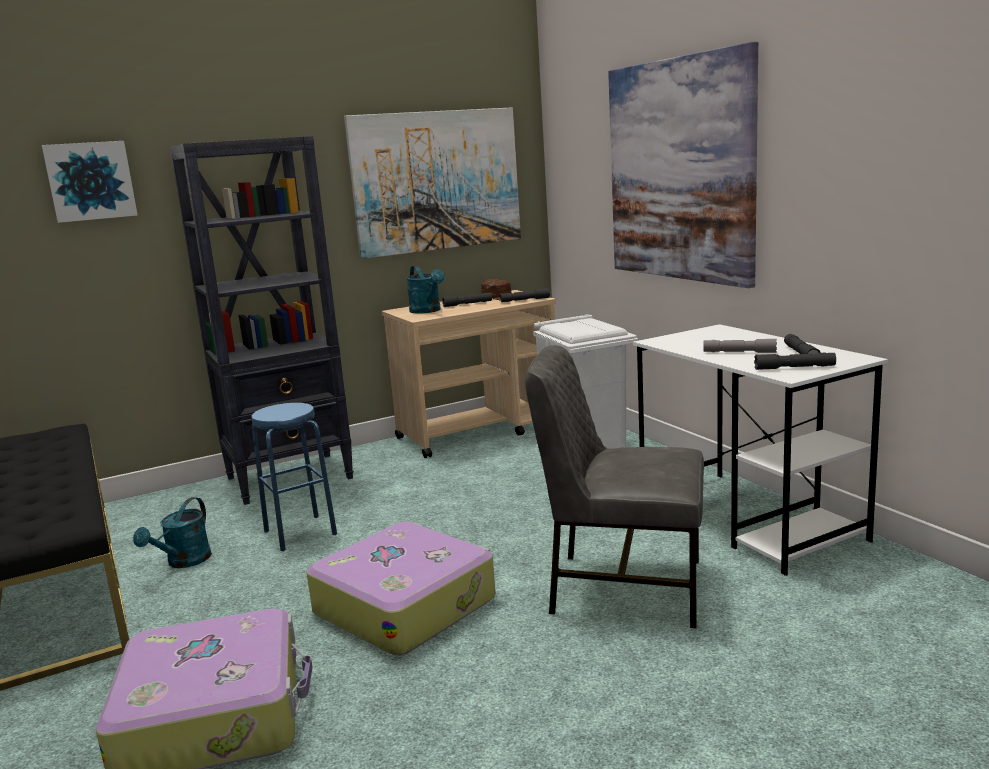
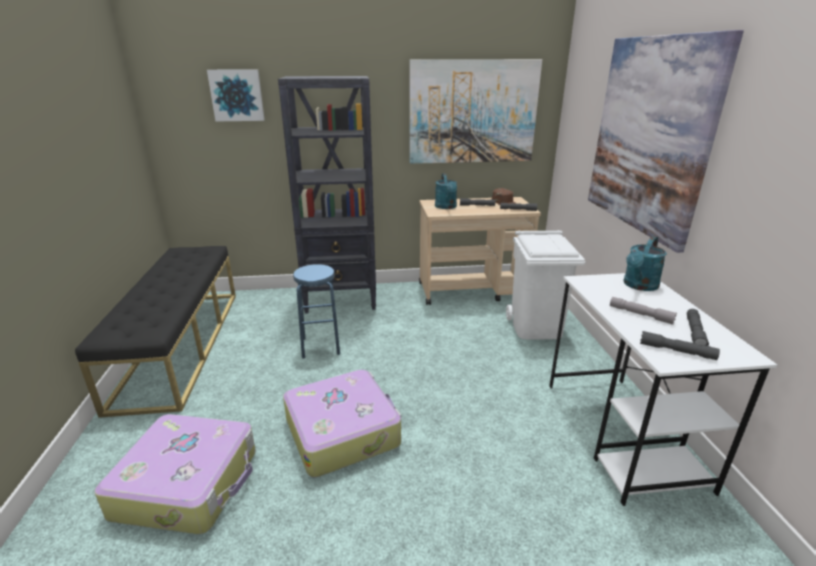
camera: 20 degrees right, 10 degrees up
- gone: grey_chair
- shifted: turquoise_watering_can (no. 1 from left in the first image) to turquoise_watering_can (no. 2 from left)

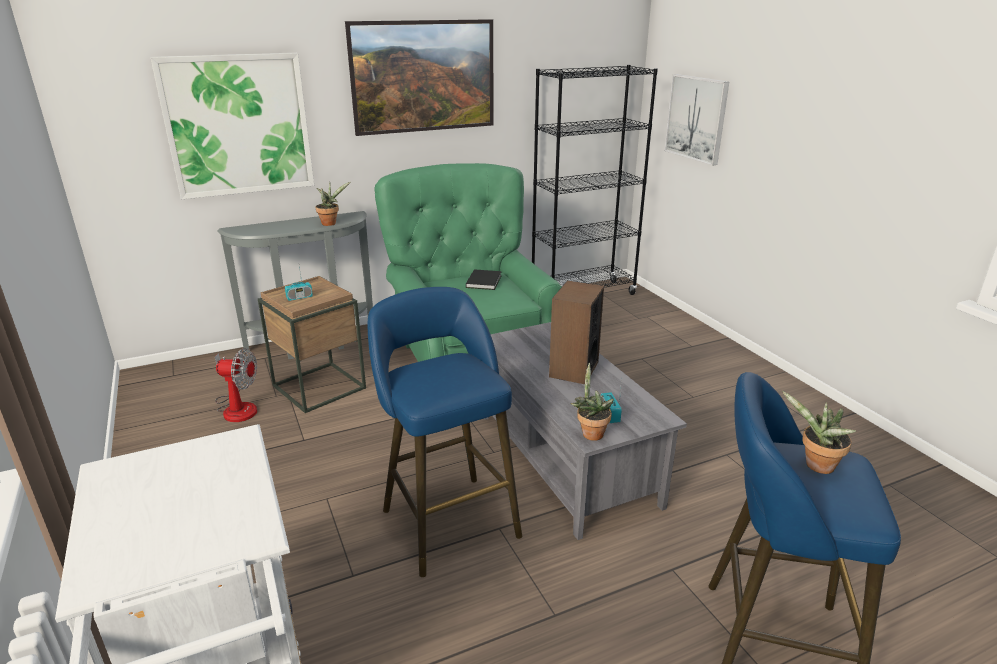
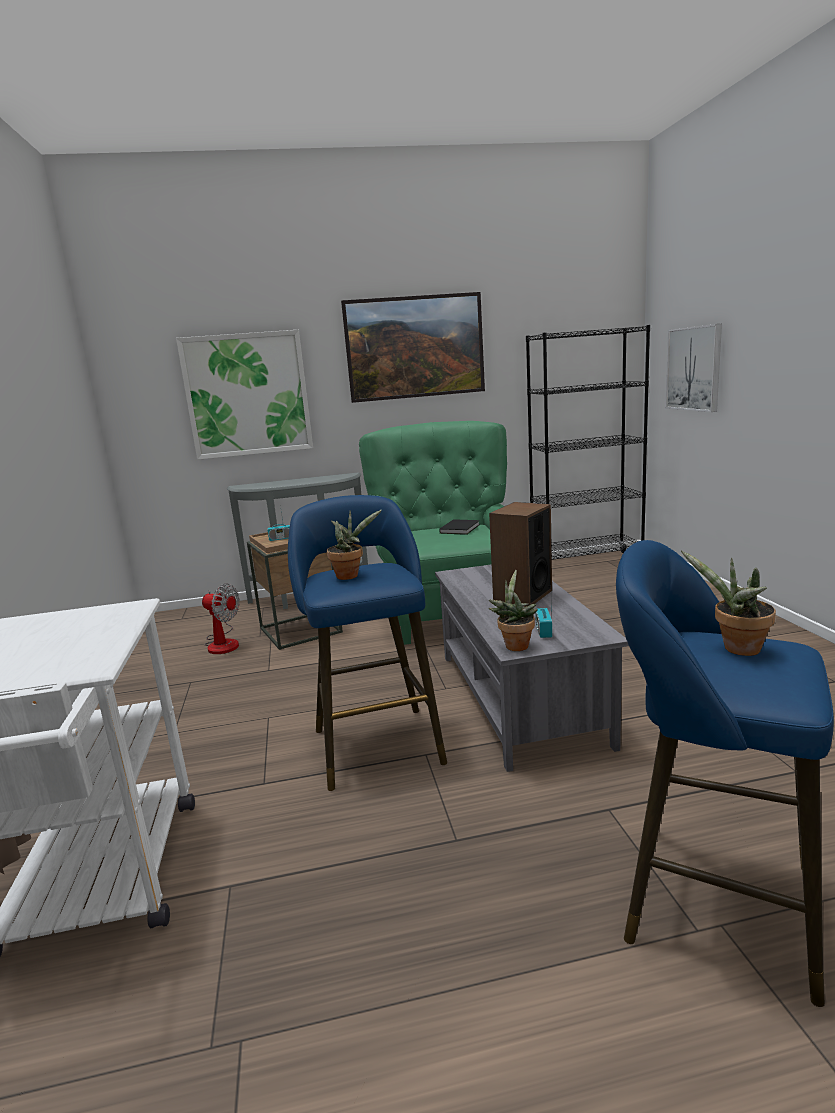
camera: 15 degrees right, 10 degrees down
- shifted: potted_plant (no. 1 from left)

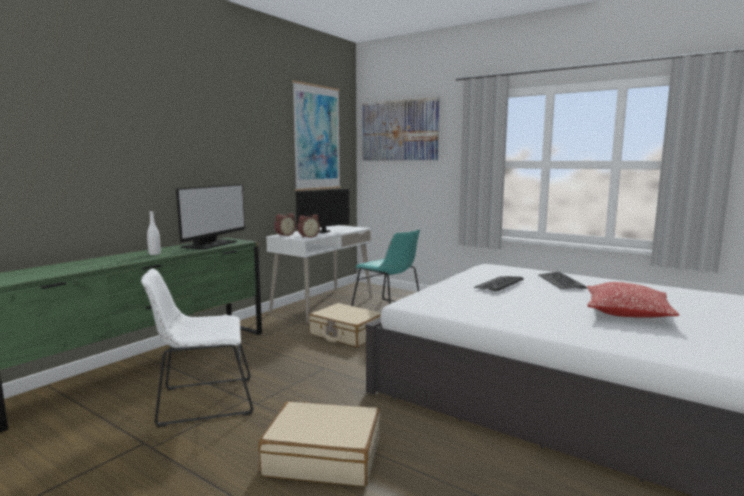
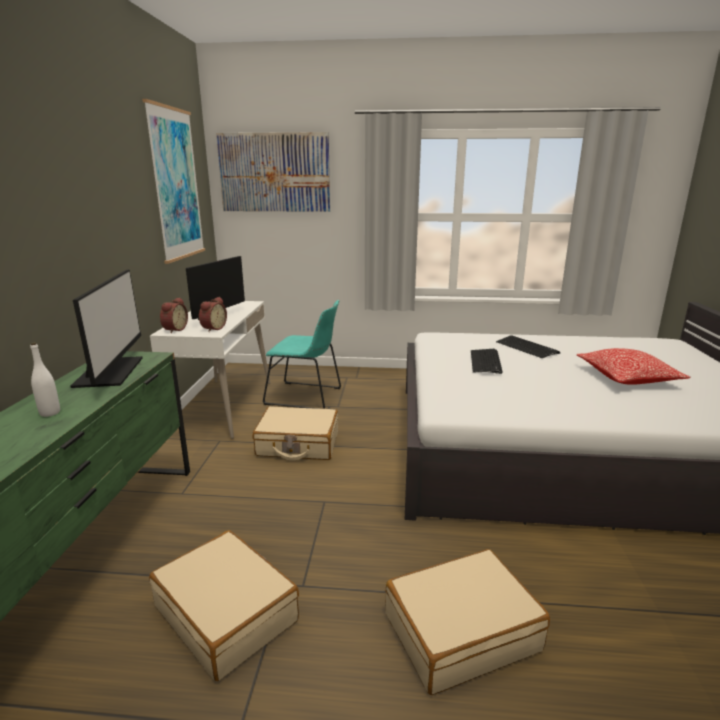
camera: 30 degrees left, 10 degrees up
- swapped: white_chair to beige_suitcase (no. 1 from left)

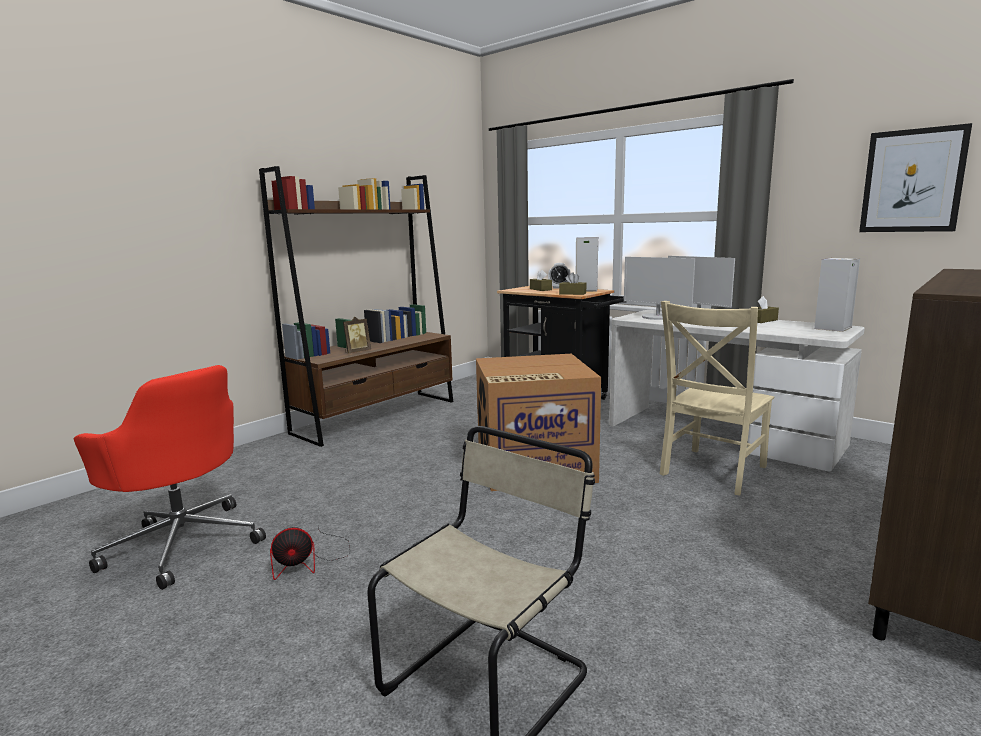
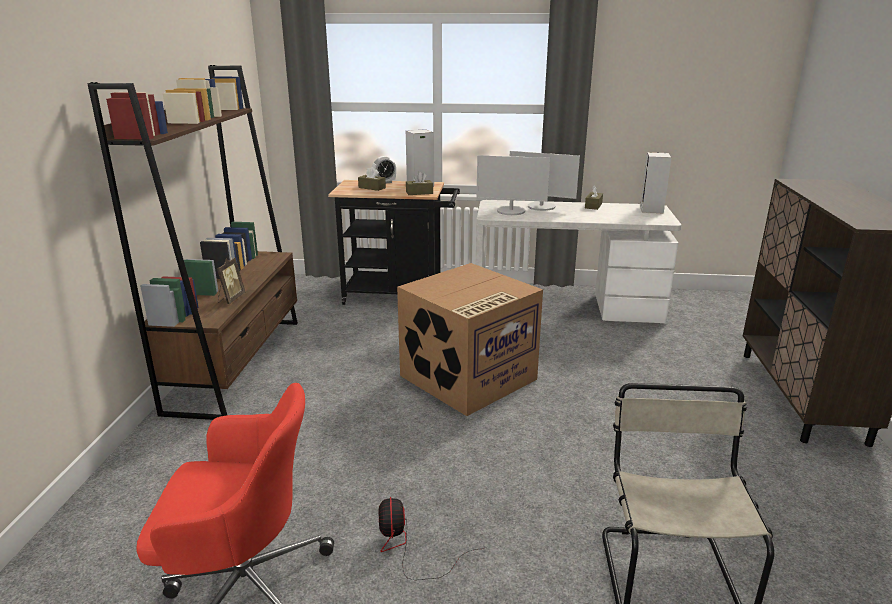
camera: 35 degrees left, 10 degrees up
- gone: picture
- gone: beige_chair (no. 2 from left)
- rotated: fan 135 degrees clockwise

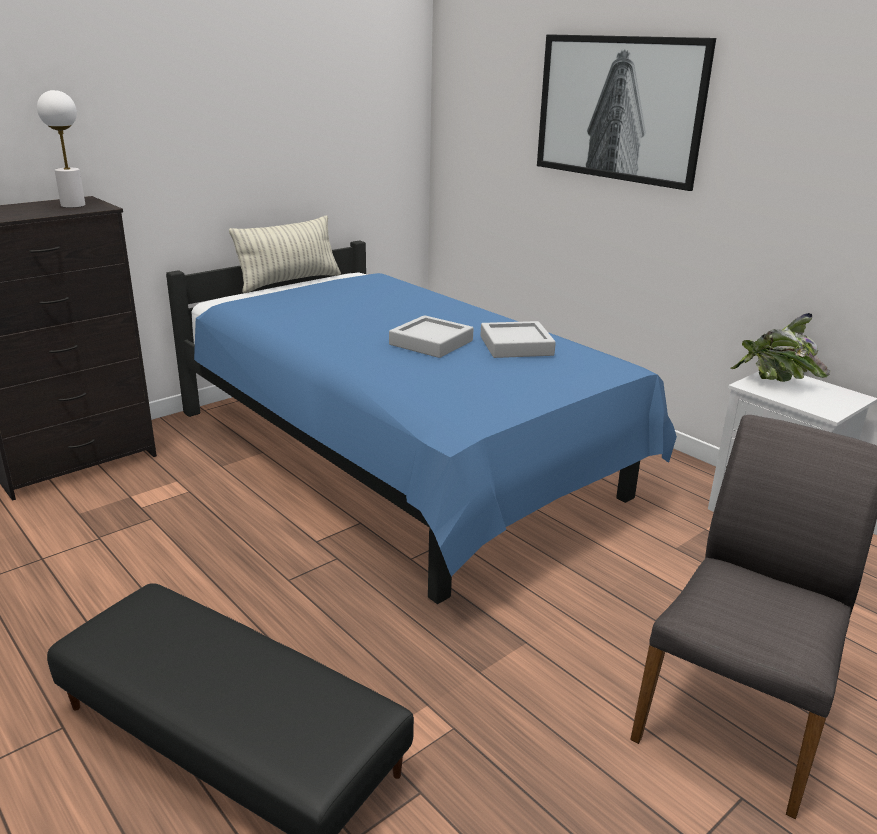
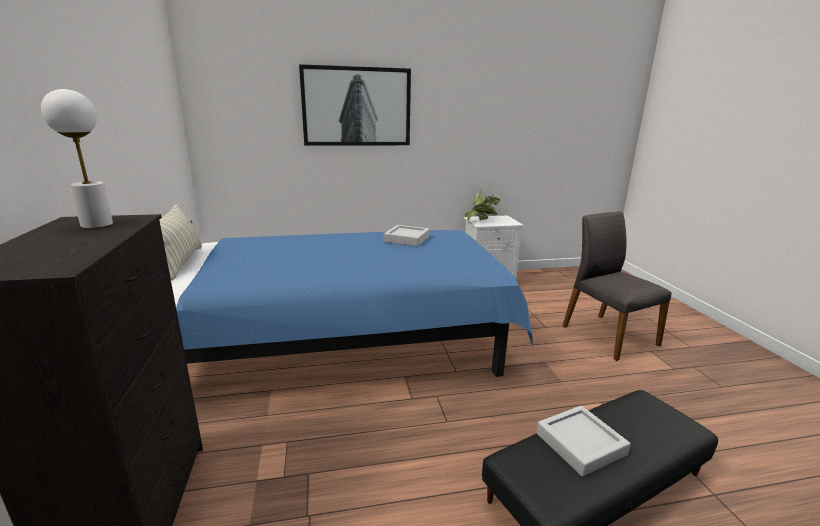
camera: 60 degrees left, 5 degrees down
- shifted: grey_tray (no. 1 from left in the first image) to grey_tray (no. 2 from left)

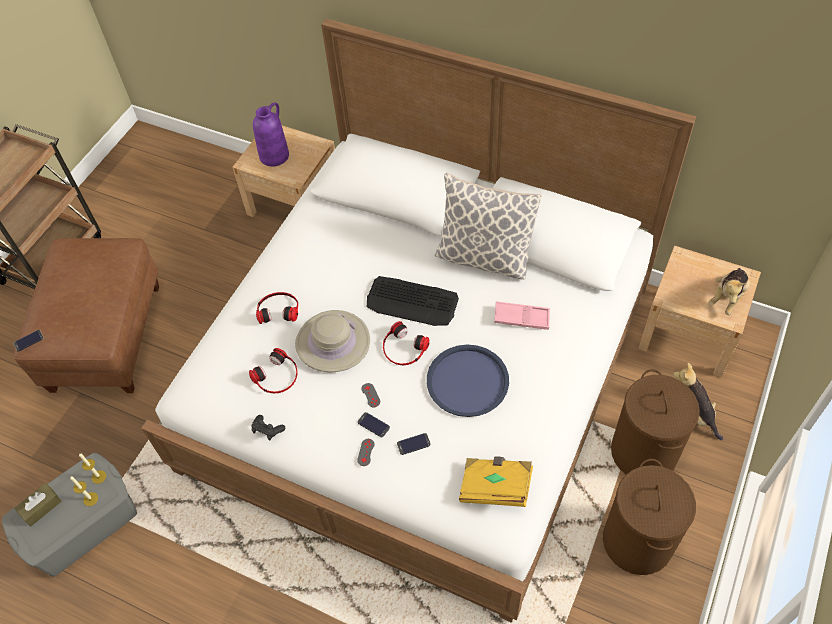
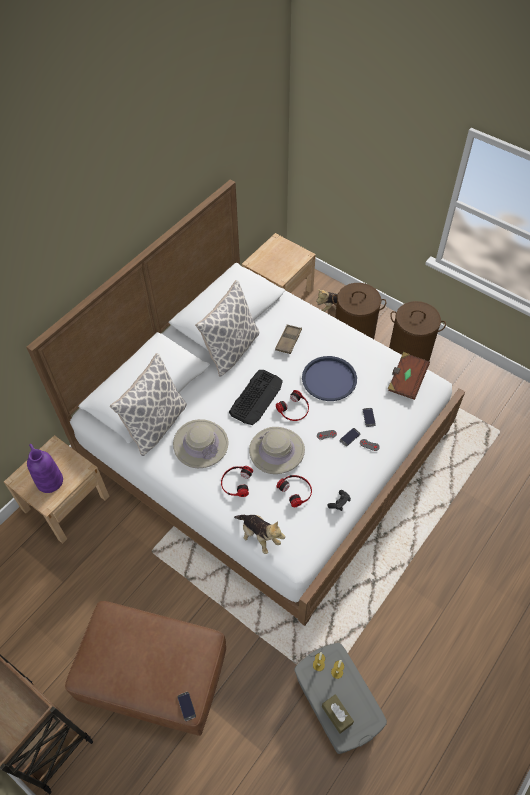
camera: 80 degrees left, 0 degrees up
- shifted: plush_toy (no. 2 from left in the first image) to plush_toy (no. 1 from left)
- repainted: pink_tray to brown_tray
- repainted: yellow_book to brown_book
- new: pillow (no. 1 from left)
- new: beige_hat (no. 1 from left)

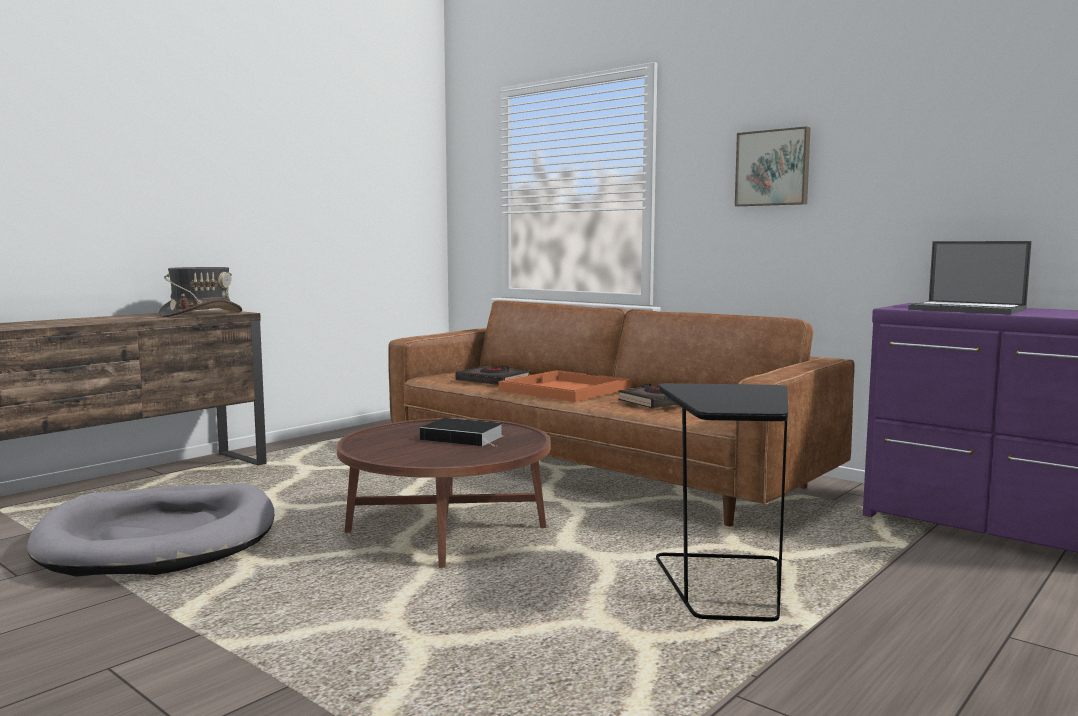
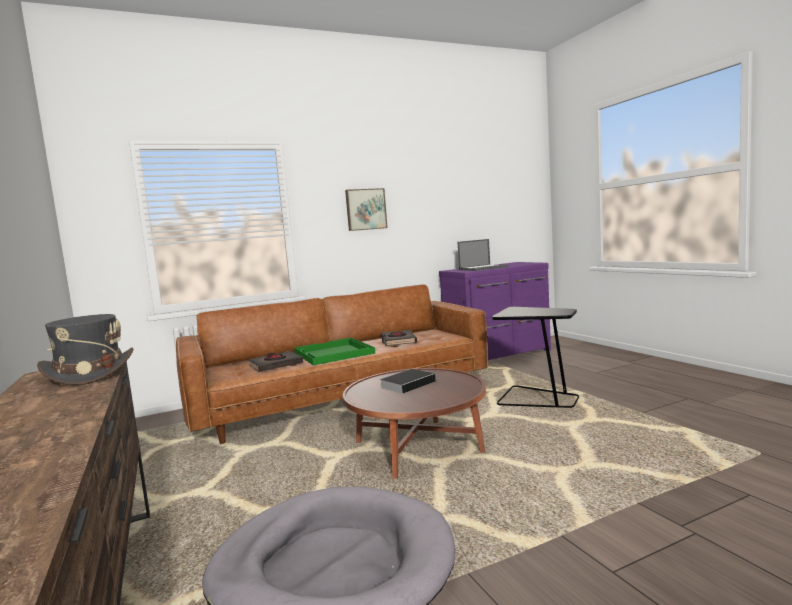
camera: 65 degrees left, 0 degrees up
- repainted: orange_tray to green_tray

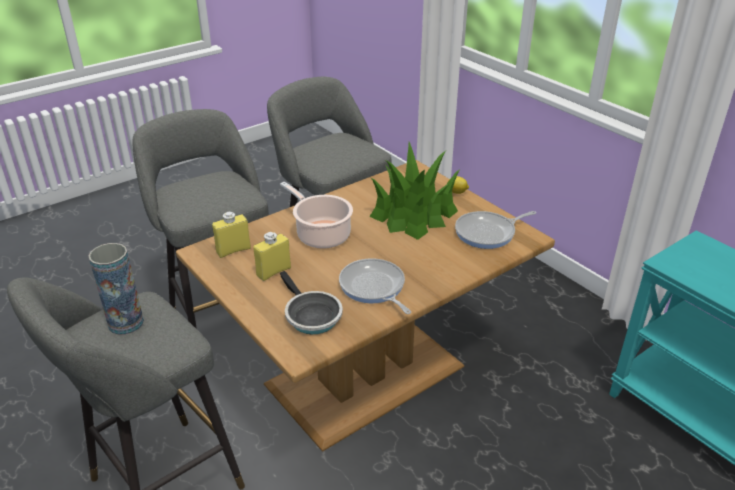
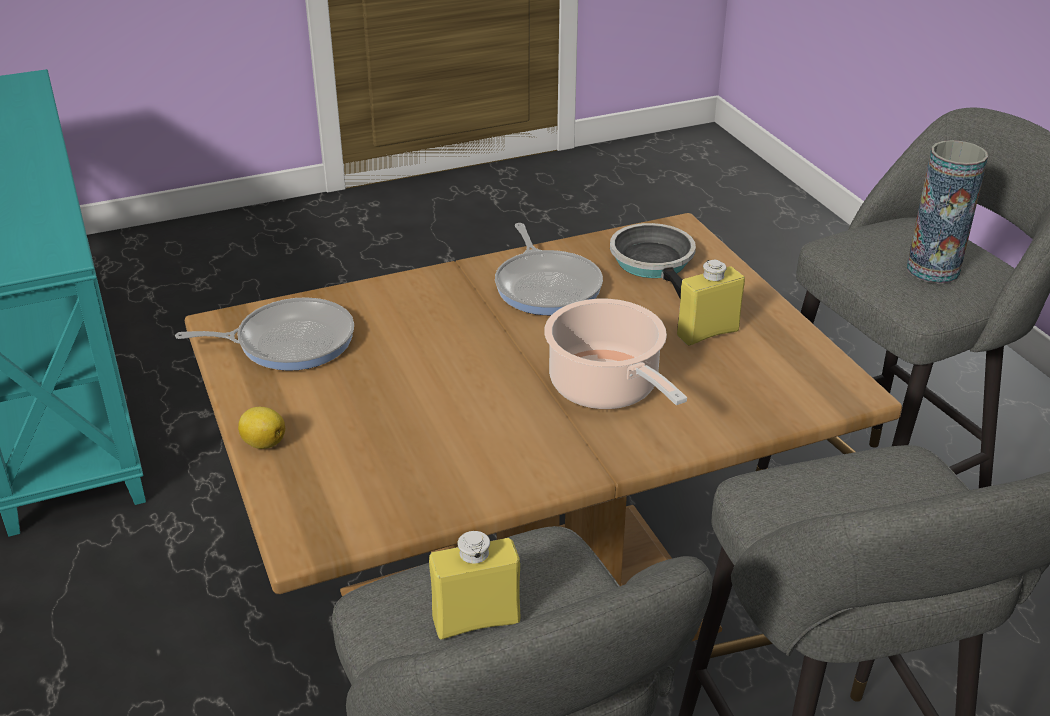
camera: 165 degrees left, 0 degrees up
- gone: potted_plant
- shifted: yellow_bottle (no. 1 from left)

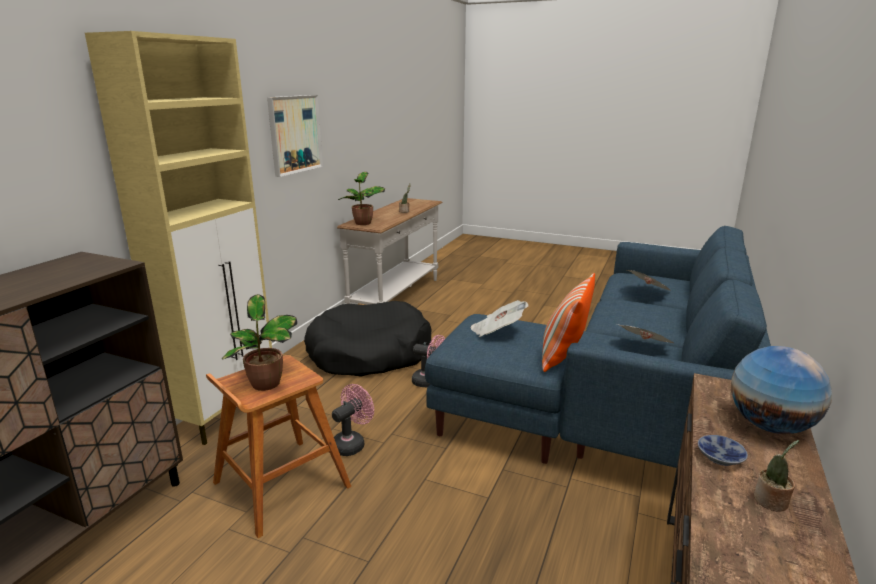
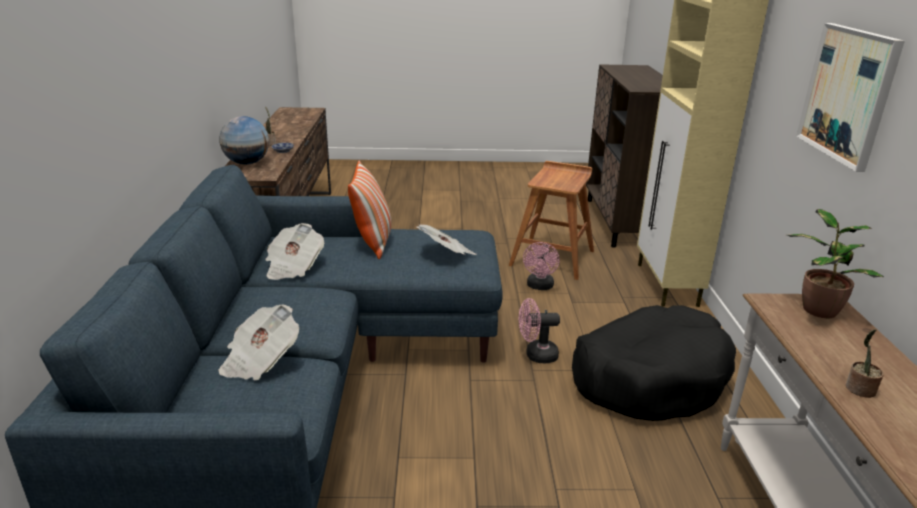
camera: 155 degrees right, 5 degrees up
- gone: potted_plant (no. 1 from left)

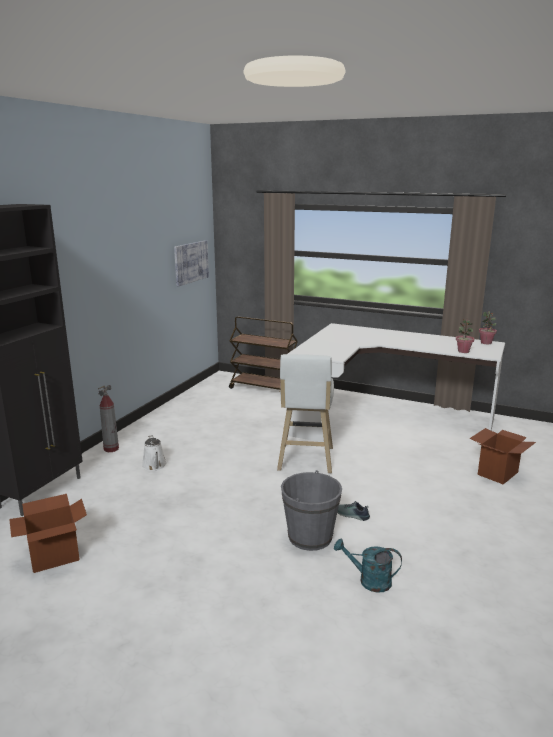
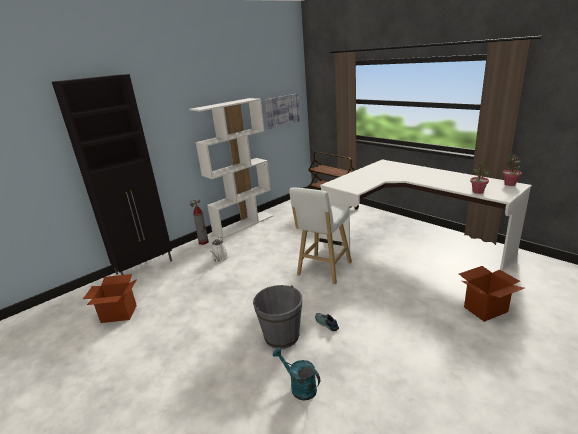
camera: 25 degrees right, 5 degrees up
- new: white_bookcase

